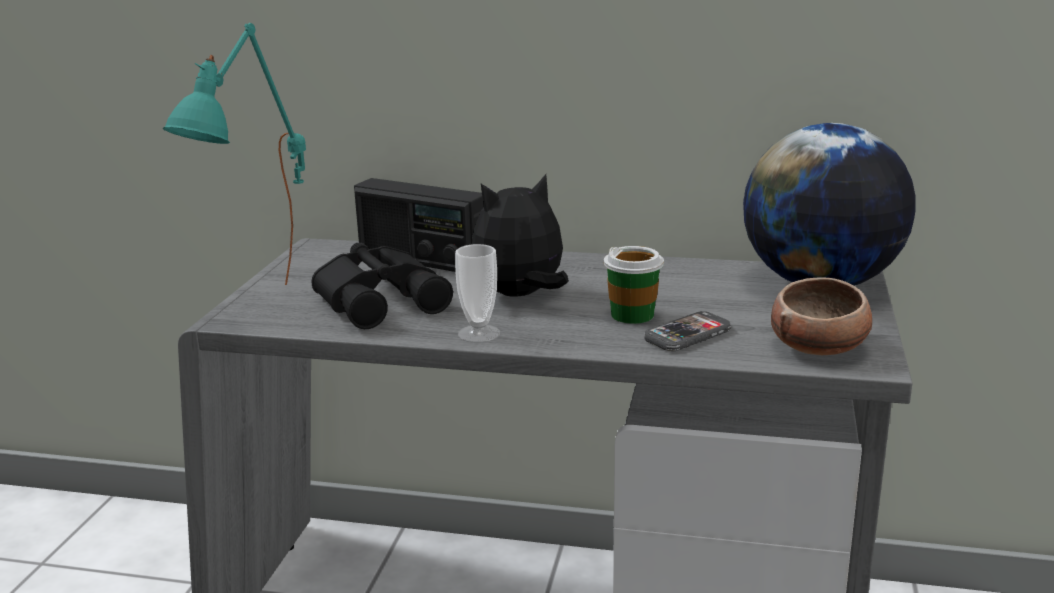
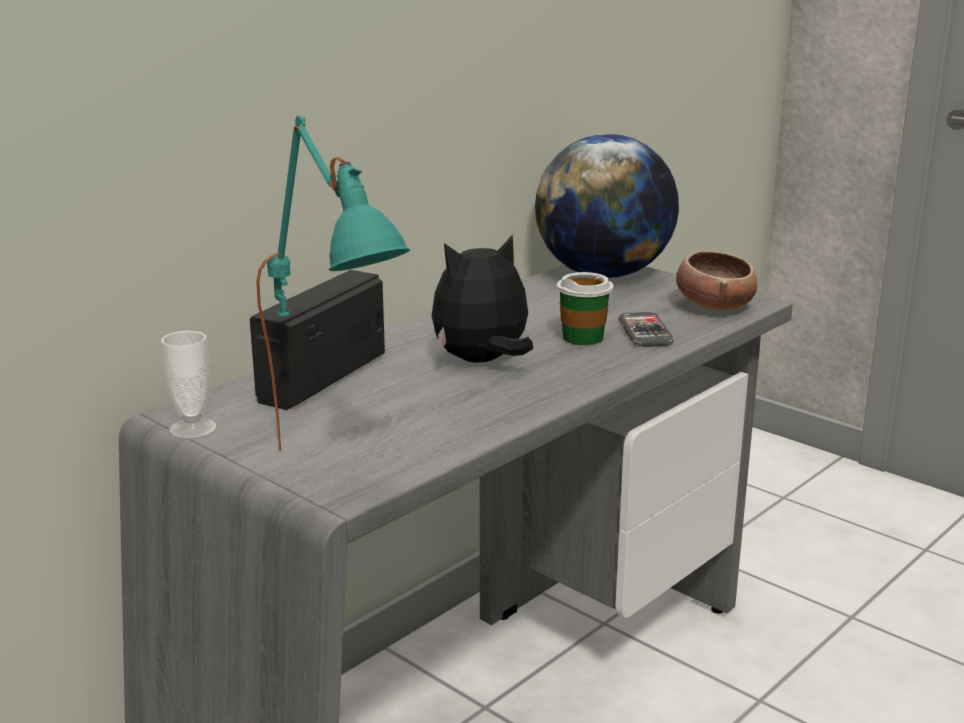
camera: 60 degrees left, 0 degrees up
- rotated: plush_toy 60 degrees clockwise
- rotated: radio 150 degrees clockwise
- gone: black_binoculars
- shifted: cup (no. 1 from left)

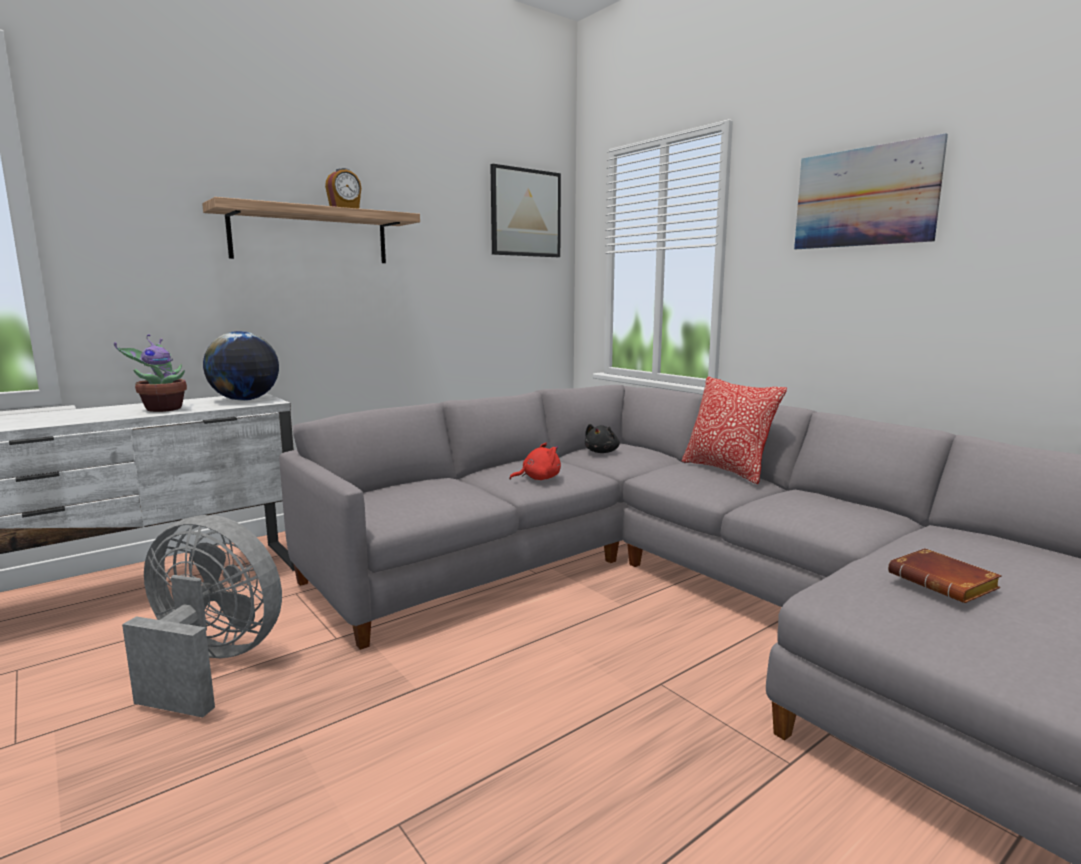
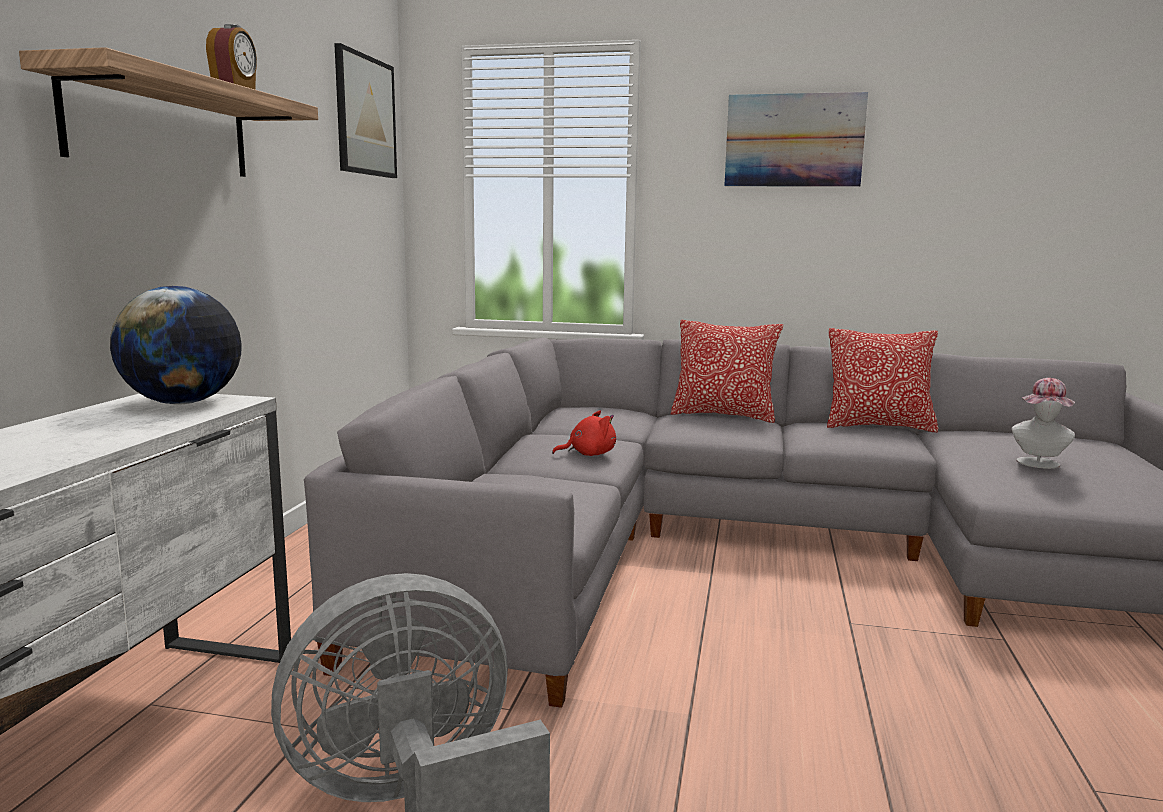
camera: 40 degrees left, 0 degrees up
- gone: potted_plant
- gone: black_plush_toy
- rotated: red_plush_toy 45 degrees clockwise
- swapped: brown_book to hat
- new: pillow (no. 2 from left)

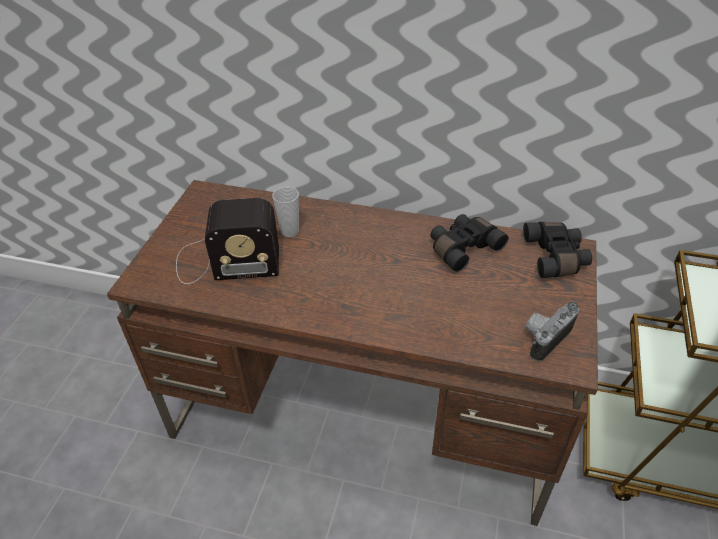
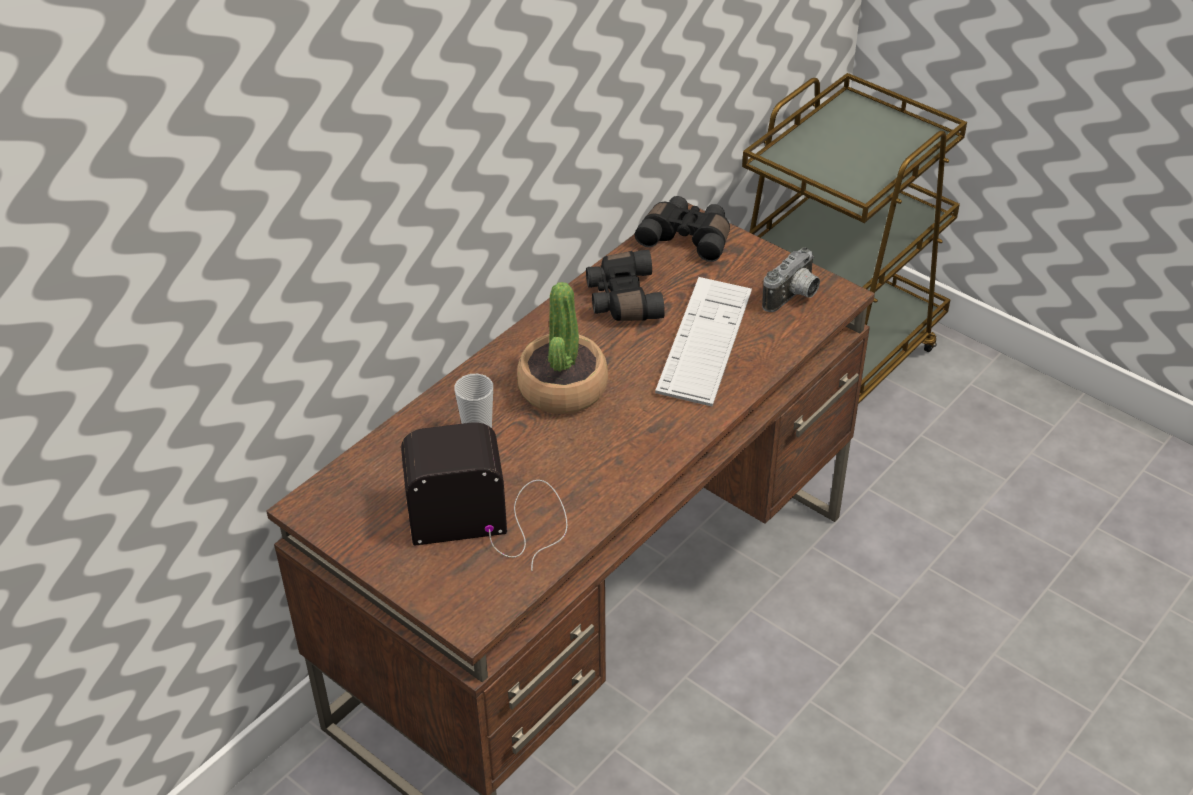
camera: 65 degrees left, 0 degrees up
- rotated: radio 120 degrees counterclockwise
- rotated: photo_camera 120 degrees counterclockwise
- new: keyboard
- new: potted_plant

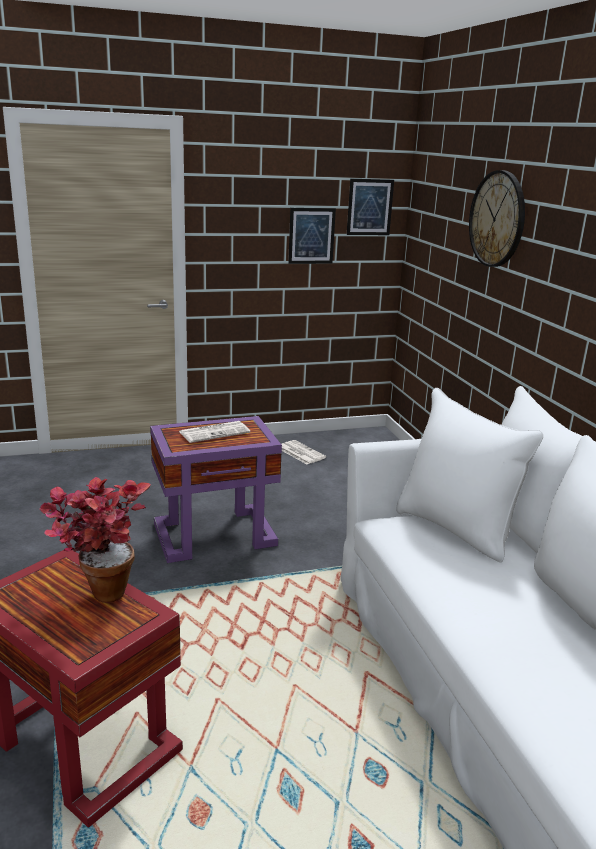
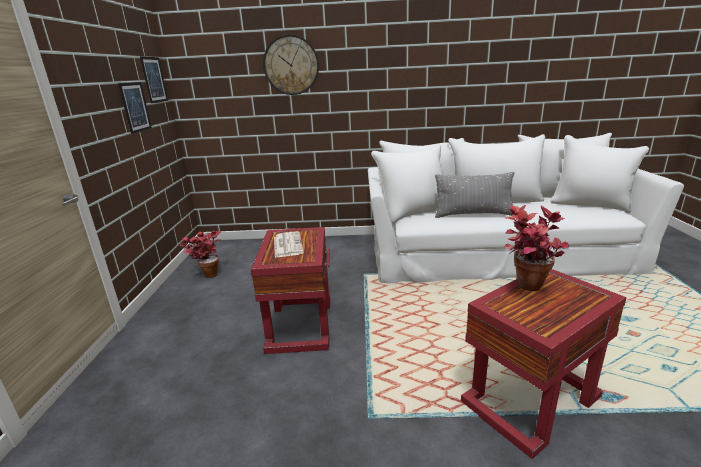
camera: 70 degrees left, 0 degrees up
- repainted: purple_side_table to red_side_table (no. 1 from left)
- swapped: newspaper (no. 2 from left) to potted_plant (no. 1 from left)
- new: grey_pillow

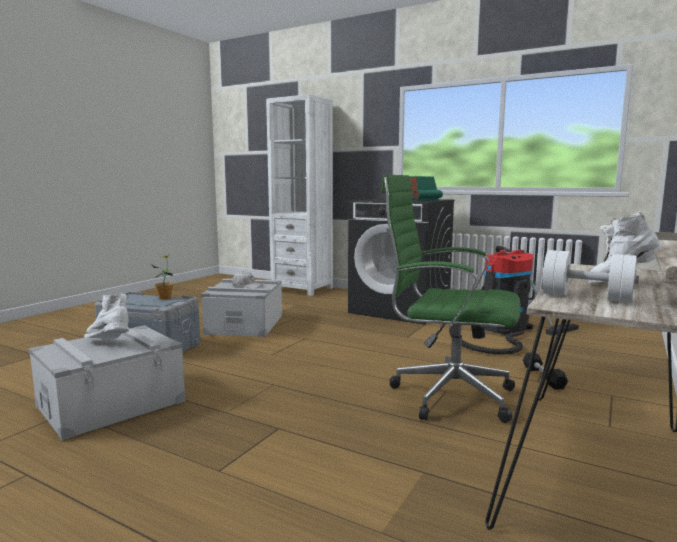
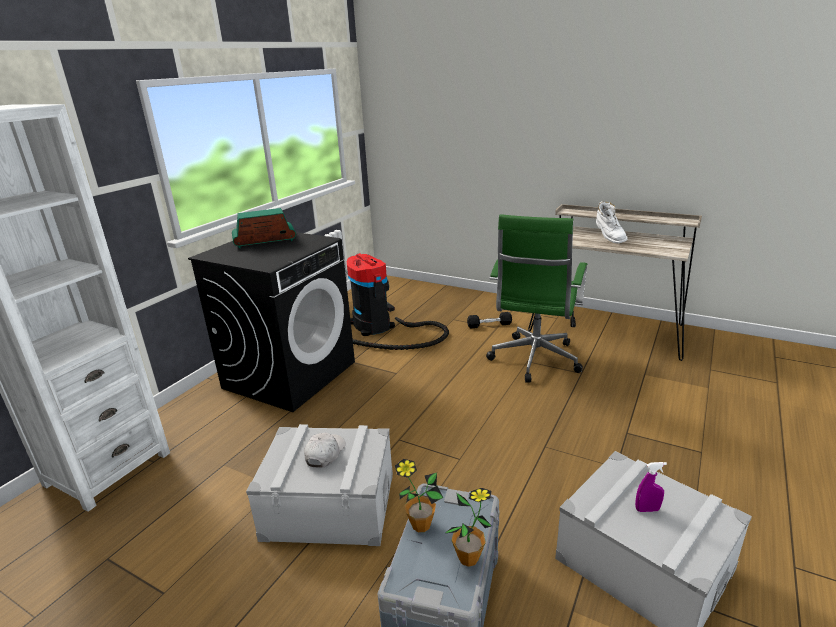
camera: 90 degrees left, 15 degrees up
- gone: white_dumbbell
- swapped: white_boot (no. 1 from left) to purple_spray_bottle
- new: potted_plant (no. 2 from left)

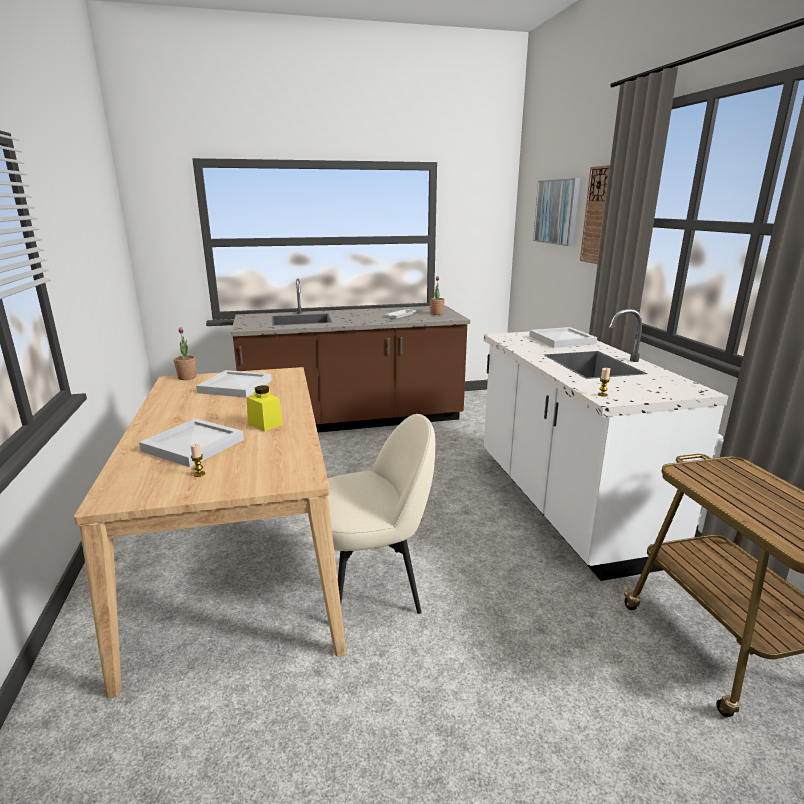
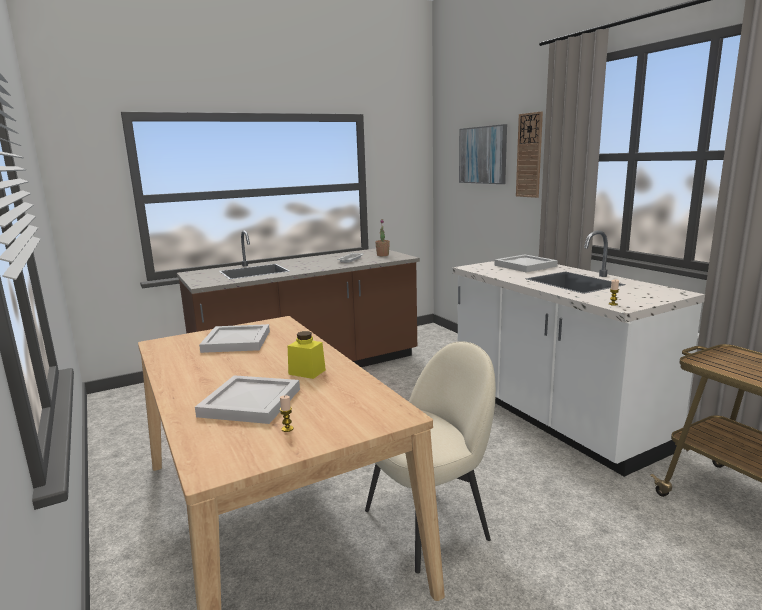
camera: 15 degrees left, 5 degrees down
- gone: potted_plant (no. 1 from left)

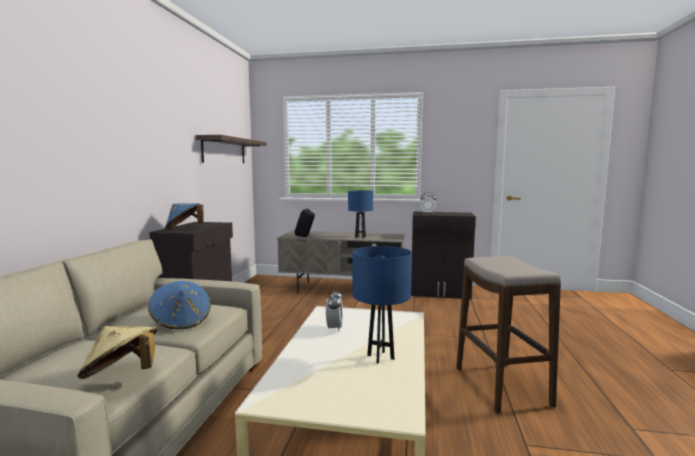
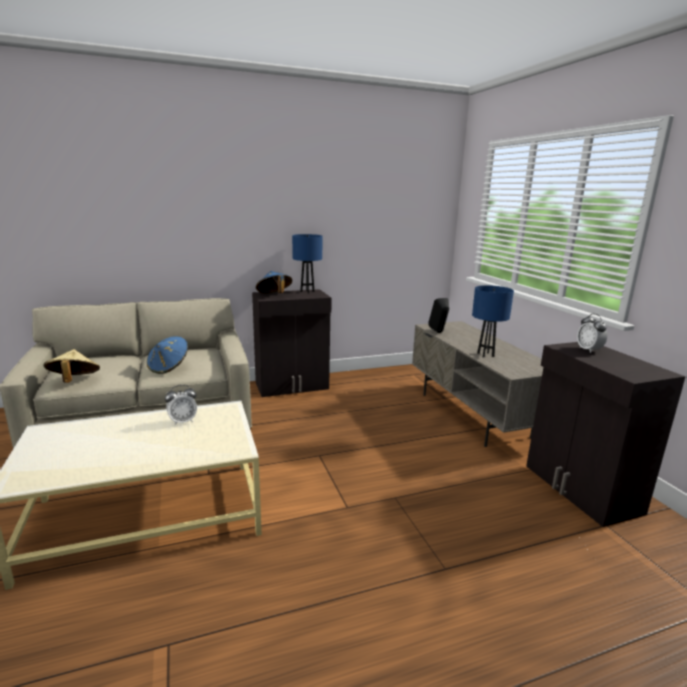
camera: 60 degrees right, 10 degrees up
- gone: shelf
- shifted: blue_table_lamp (no. 2 from left in the first image) to blue_table_lamp (no. 1 from left)
- gone: stool

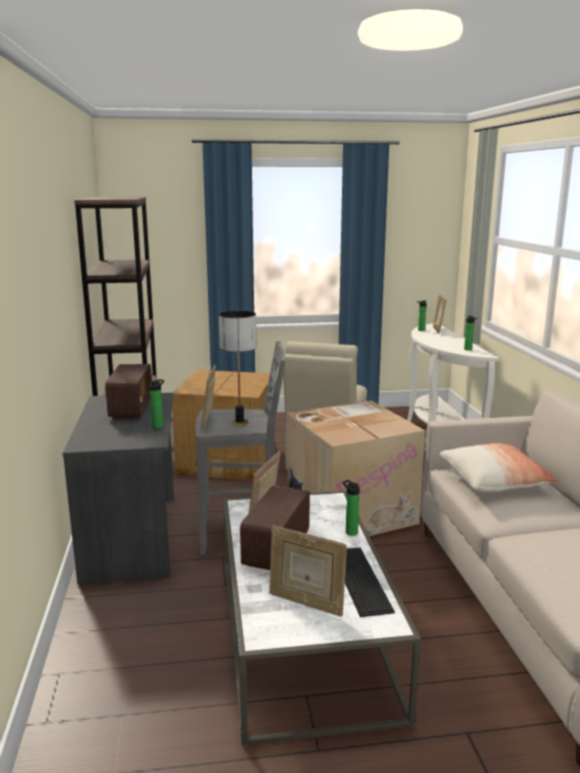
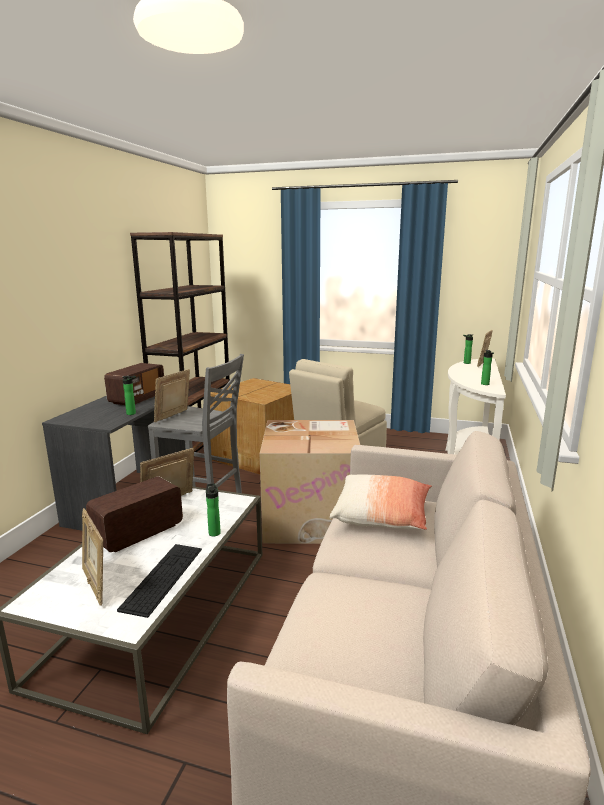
camera: 25 degrees right, 0 degrees up
- gone: table_lamp

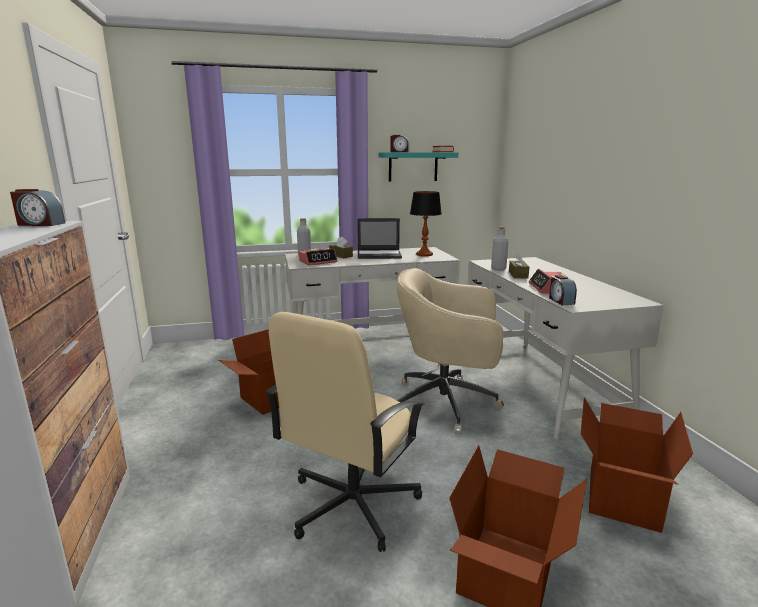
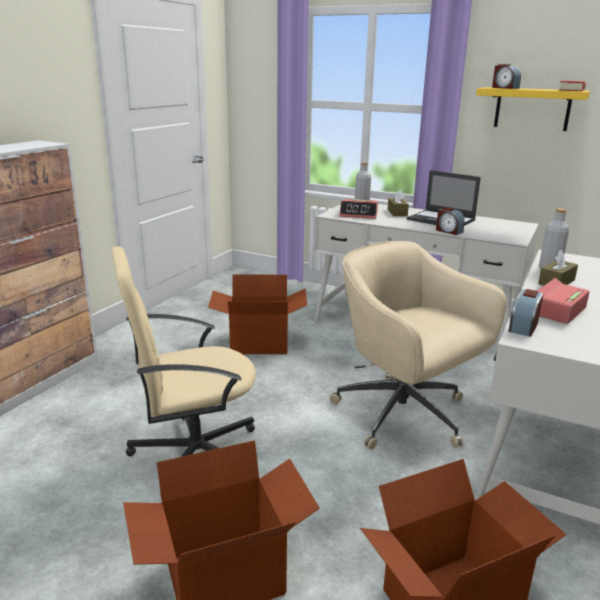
camera: 40 degrees right, 5 degrees up
- repainted: turquoise_shelf to yellow_shelf
- shifted: alarm_clock (no. 1 from left in the first image) to alarm_clock (no. 2 from left)
- gone: table_lamp

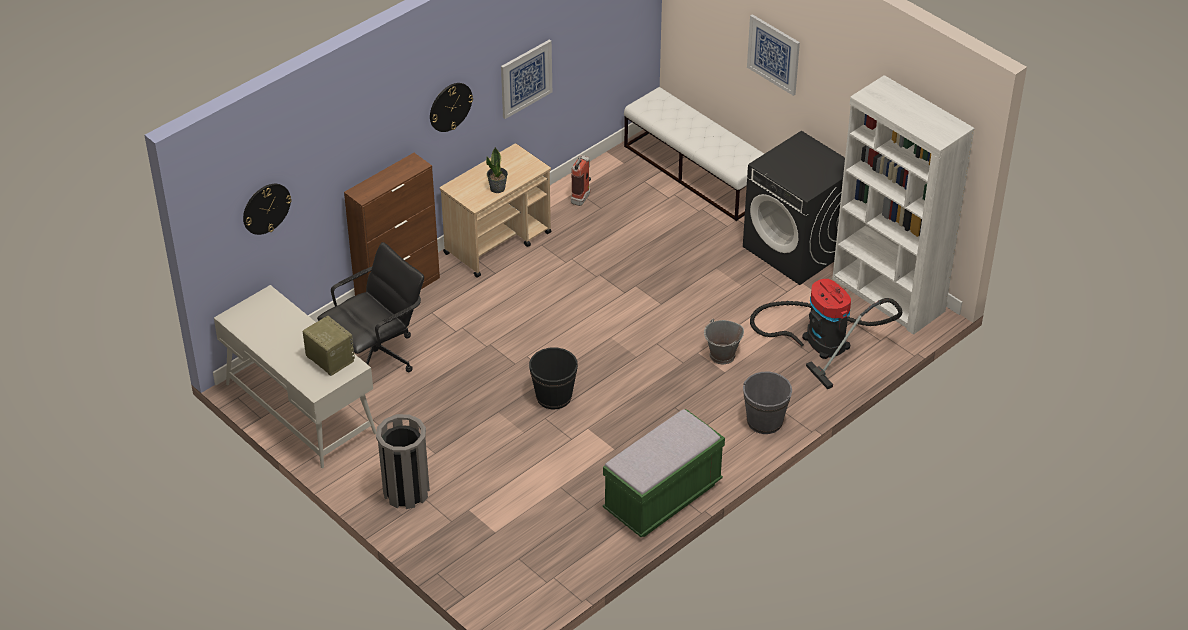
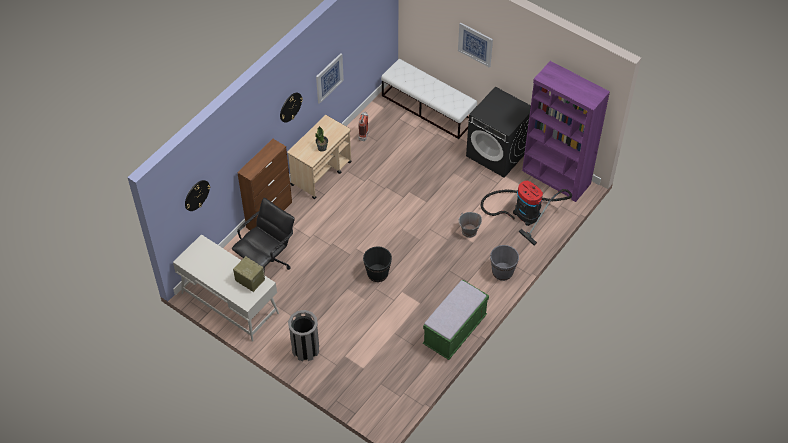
camera: 10 degrees left, 10 degrees up
- repainted: white_bookcase to purple_bookcase

